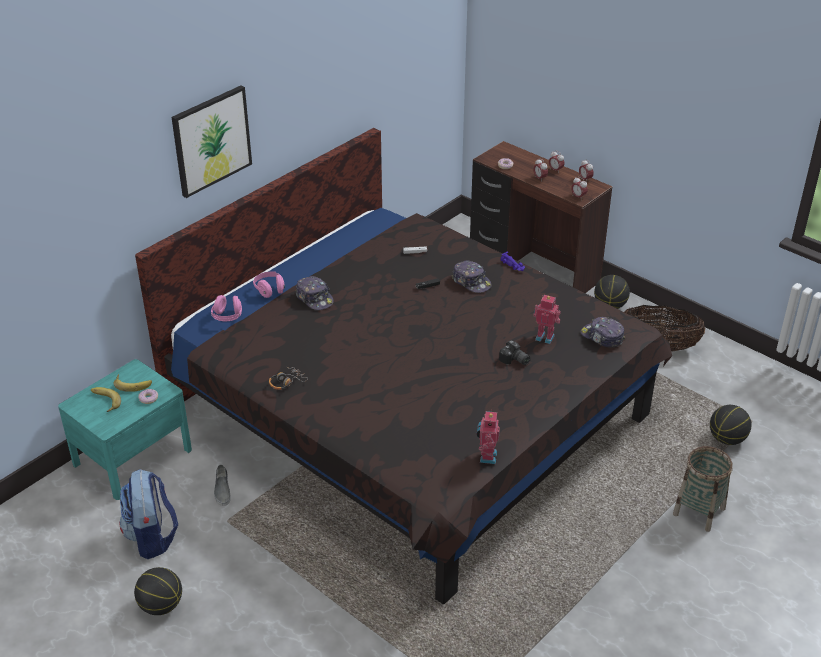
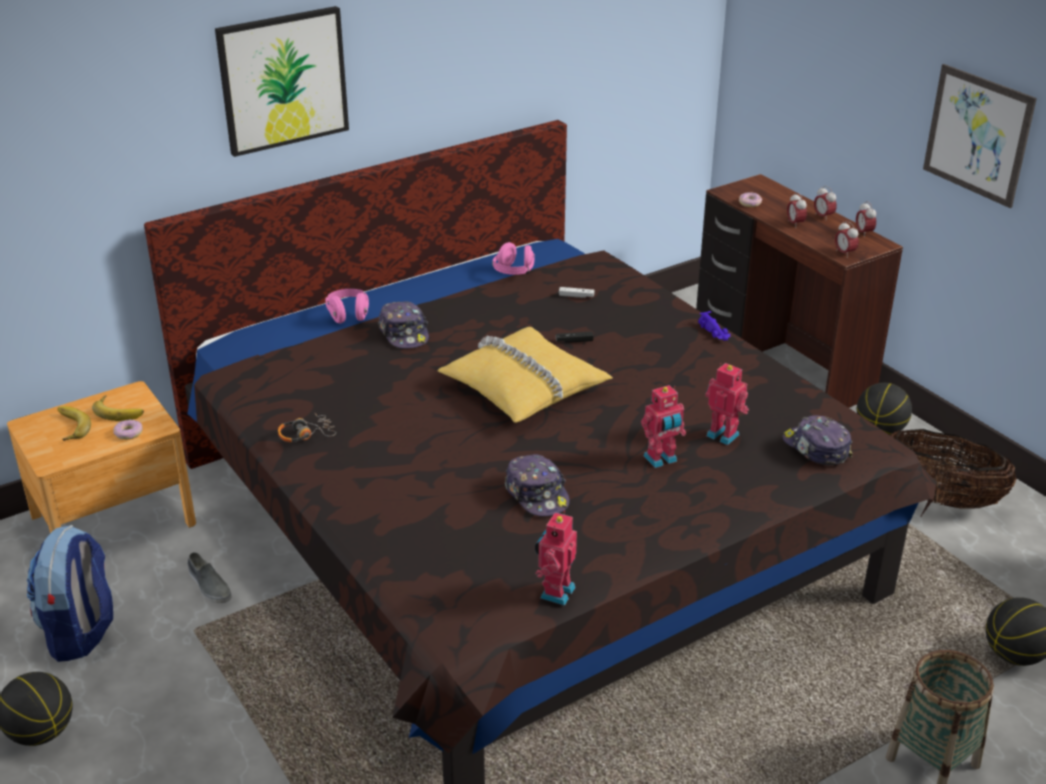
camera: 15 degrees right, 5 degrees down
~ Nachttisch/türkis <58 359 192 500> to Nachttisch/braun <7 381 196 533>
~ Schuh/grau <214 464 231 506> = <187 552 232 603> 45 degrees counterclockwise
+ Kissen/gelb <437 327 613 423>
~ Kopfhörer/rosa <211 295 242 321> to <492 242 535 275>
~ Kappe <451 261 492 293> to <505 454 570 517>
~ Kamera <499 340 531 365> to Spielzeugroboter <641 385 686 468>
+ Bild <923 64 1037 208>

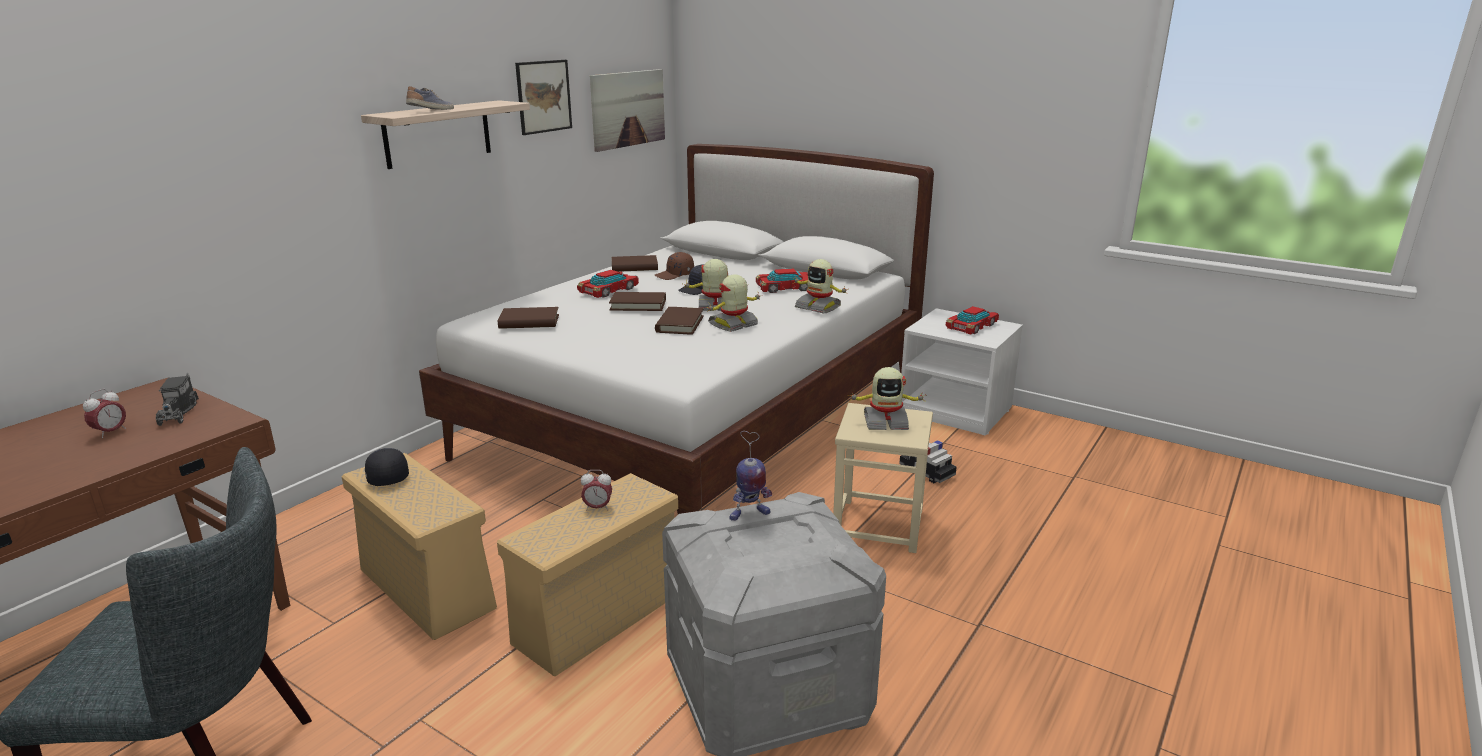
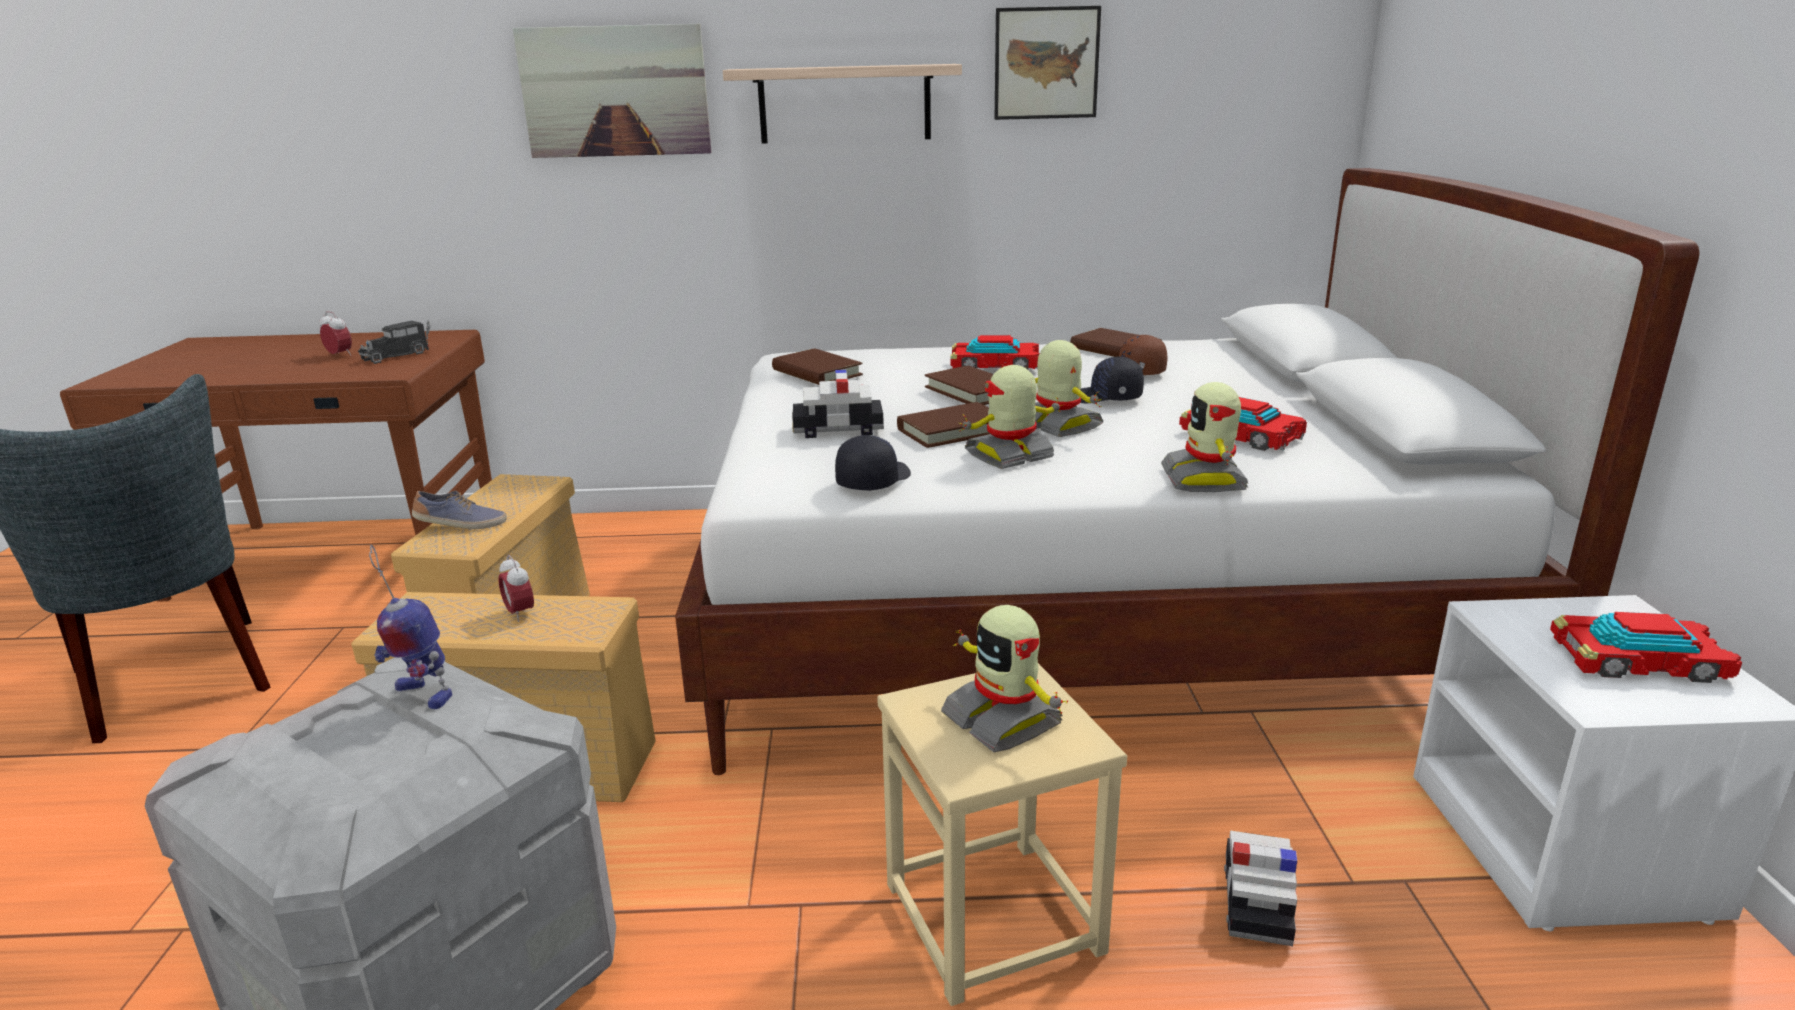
camera: 55 degrees right, 0 degrees up
~ Wecker <83 389 126 438> = <319 311 352 356> 135 degrees counterclockwise
~ Schuh <406 86 454 110> to <412 491 507 529>
~ Bild <590 69 665 152> to <513 24 712 158>
+ Spielzeugauto <792 370 884 438>
~ Kappe/schwarz <365 448 409 486> to <835 435 911 491>
~ Spielzeugroboter <706 274 760 332> = <957 365 1065 469> 45 degrees counterclockwise

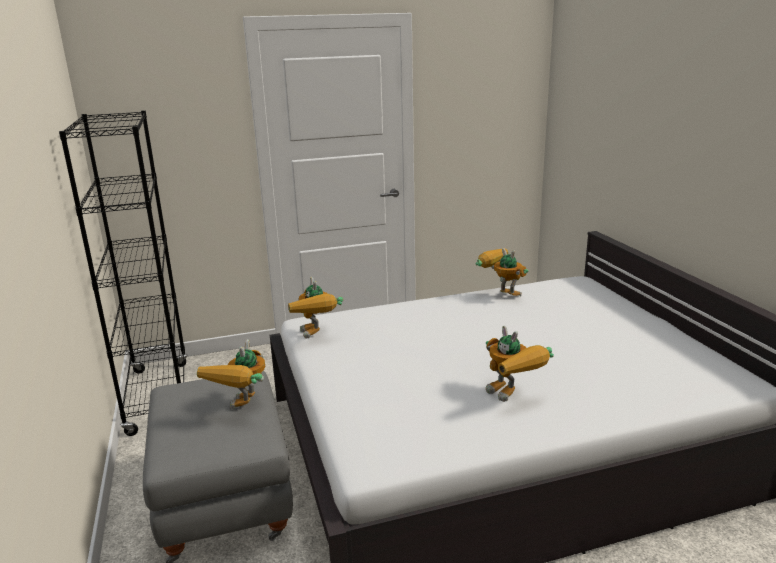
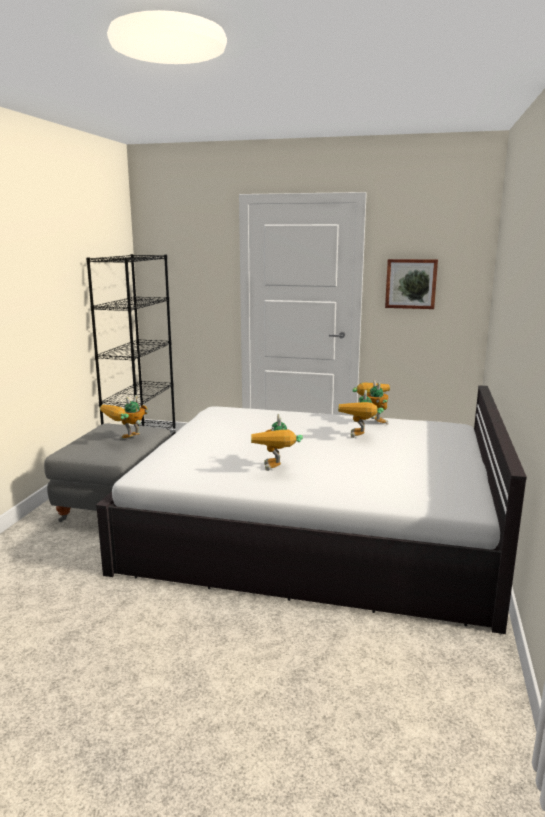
camera: 30 degrees right, 5 degrees down
~ Spielzeugroboter <288 277 343 339> to <338 390 384 438>
+ Bild <385 259 438 309>

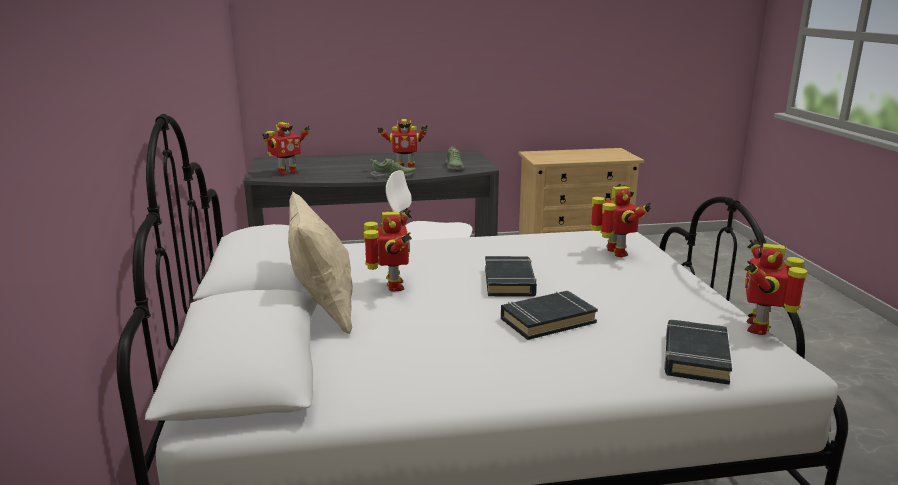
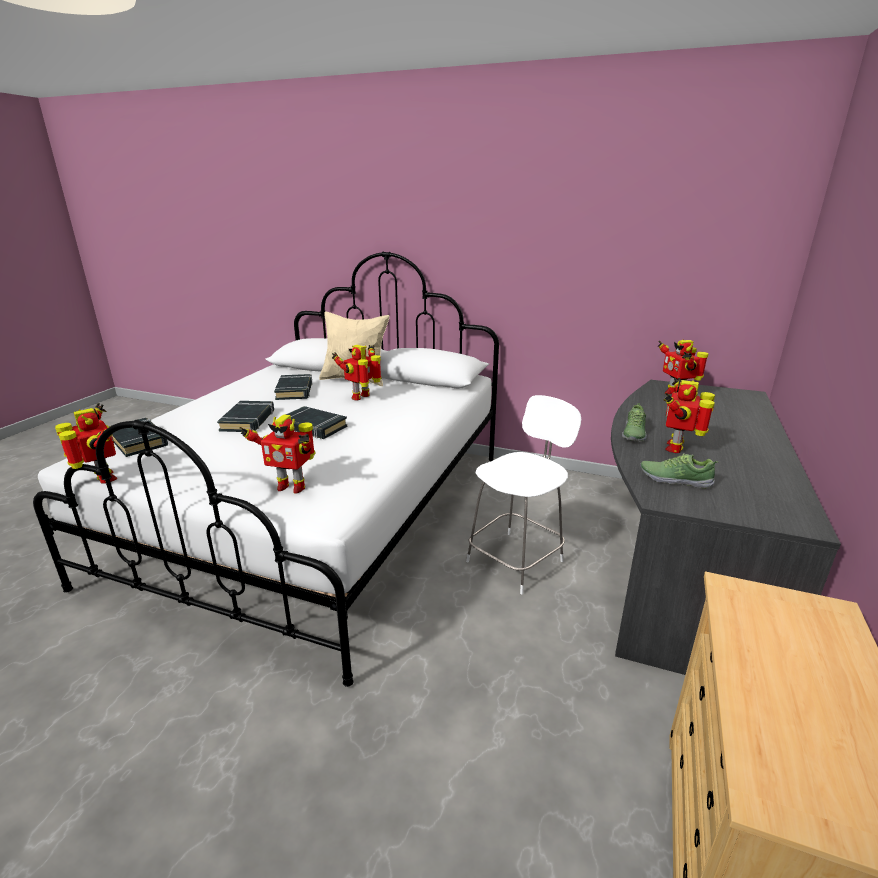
camera: 120 degrees right, 5 degrees up
+ Buch/schwarz <274 374 312 400>
~ Spielzeugroboter <364 208 412 291> = <332 345 381 400> 105 degrees clockwise

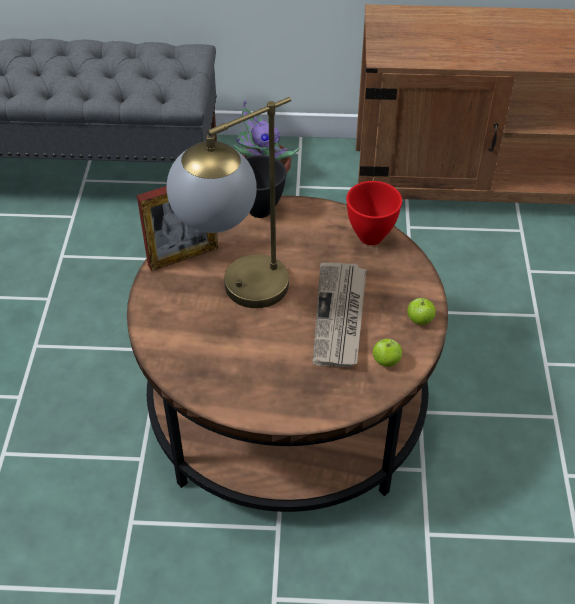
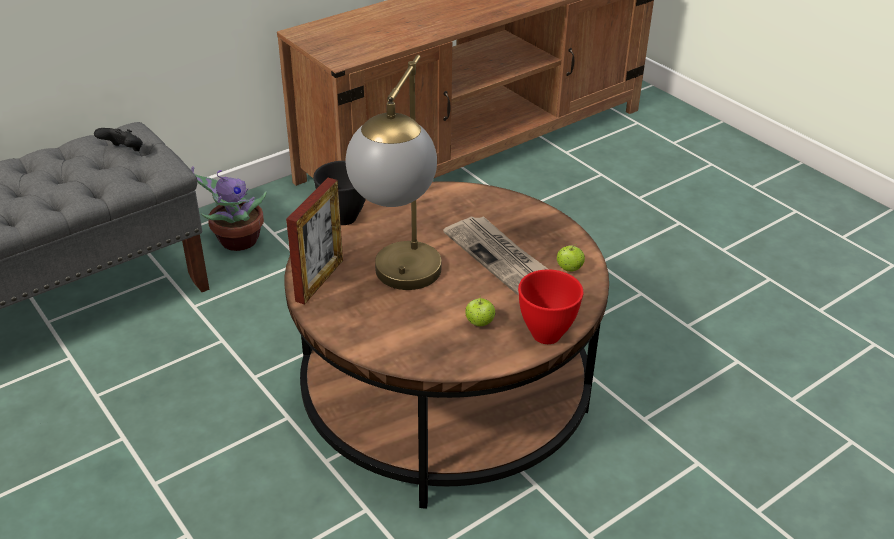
camera: 40 degrees left, 10 degrees down
+ Gamepad/schwarz <94 128 143 151>
~ Apfel <407 296 436 325> to <465 296 495 326>
~ Schüssel/rot <346 181 402 245> to <518 269 583 344>

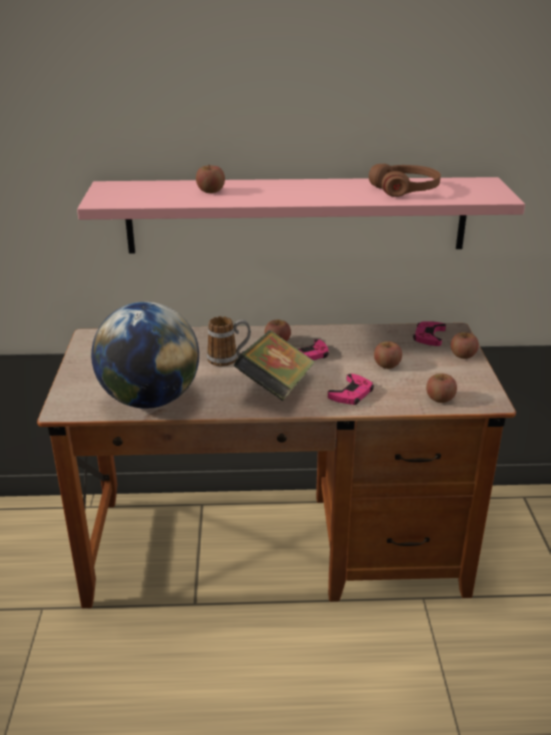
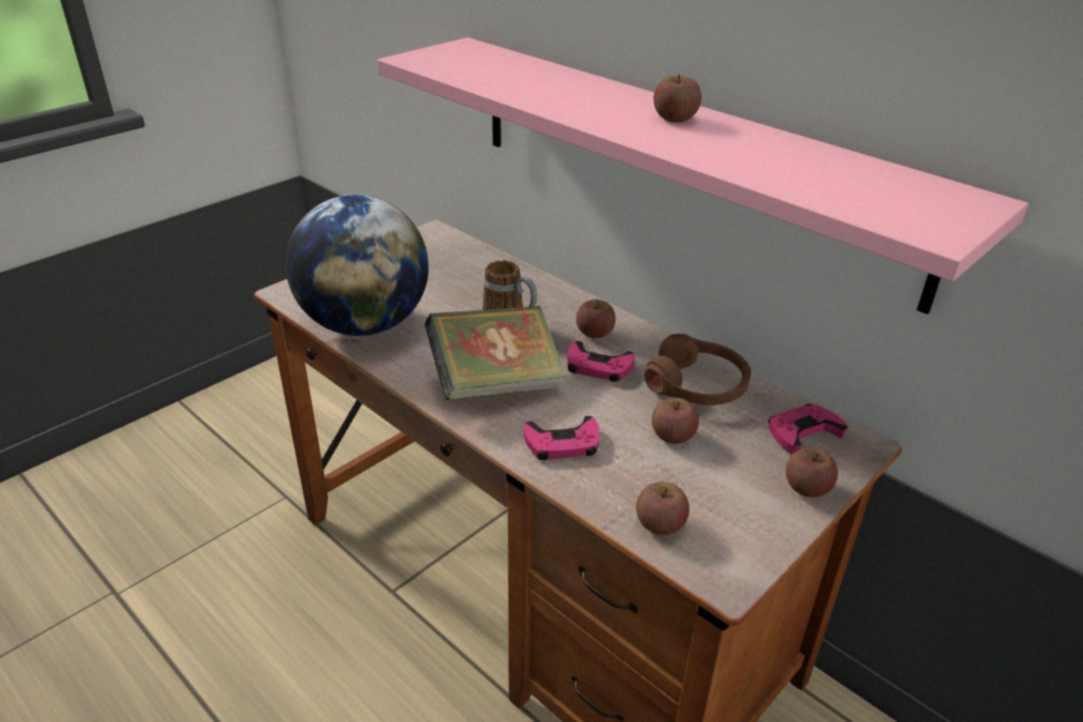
camera: 45 degrees right, 5 degrees up
~ Kopfhörer/braun <369 164 441 197> to <644 334 751 405>
~ Apfel <196 165 225 193> to <654 75 702 122>

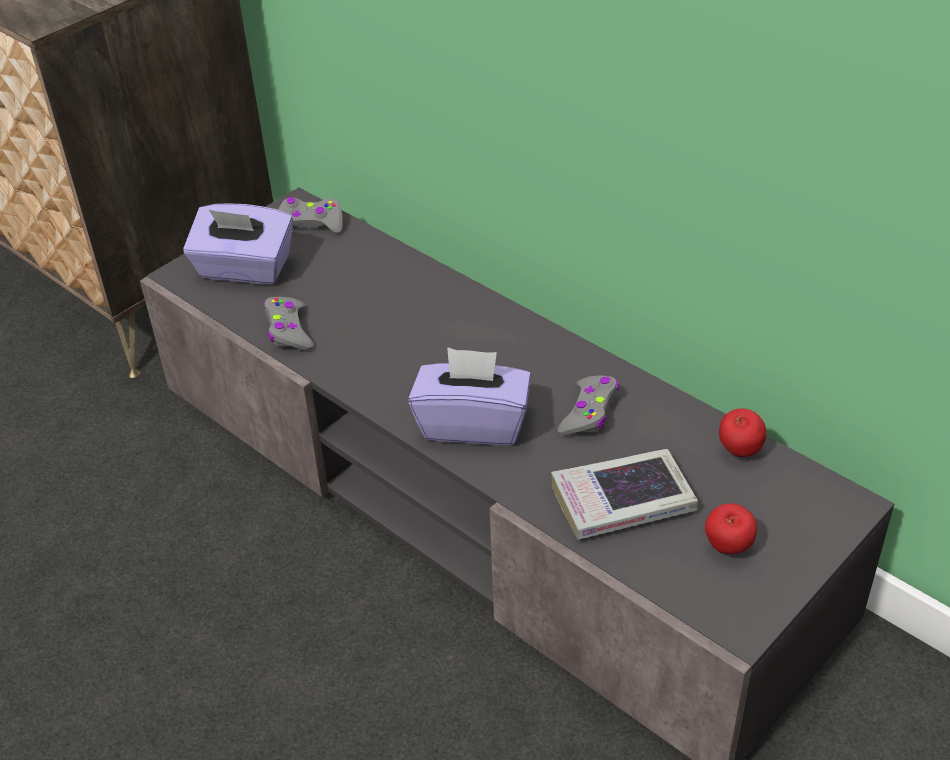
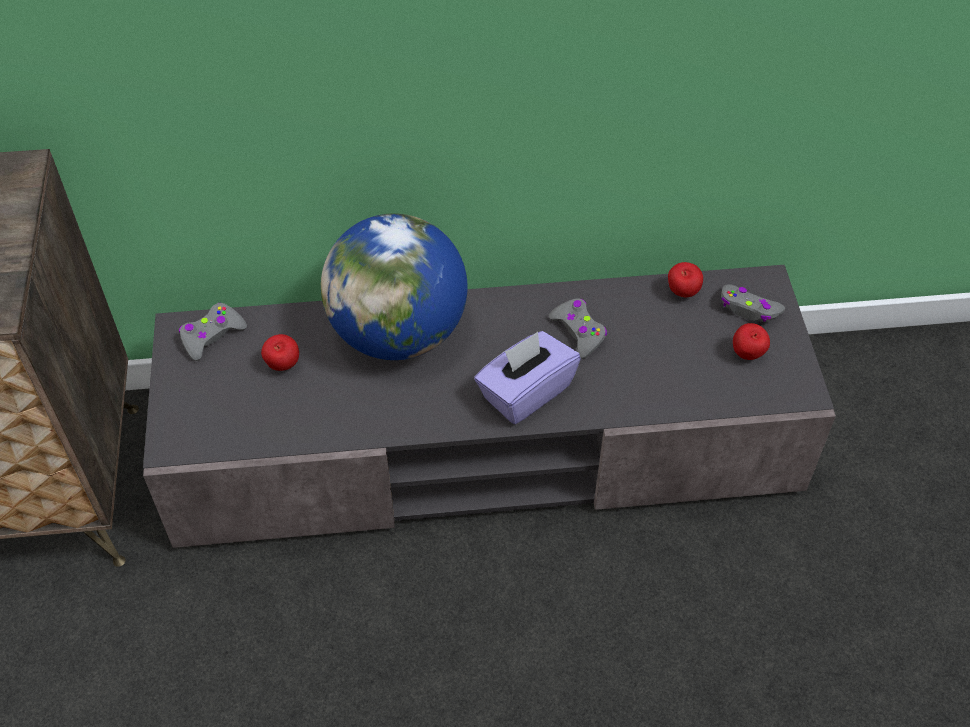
camera: 50 degrees left, 10 degrees up
+ Apfel <261 334 299 371>
+ Globus <321 213 468 360>
~ Gamepad/grau <264 297 313 351> to <721 284 785 323>
- Taschentuchbox/lila <183 203 293 284>
- Buch <551 449 698 540>

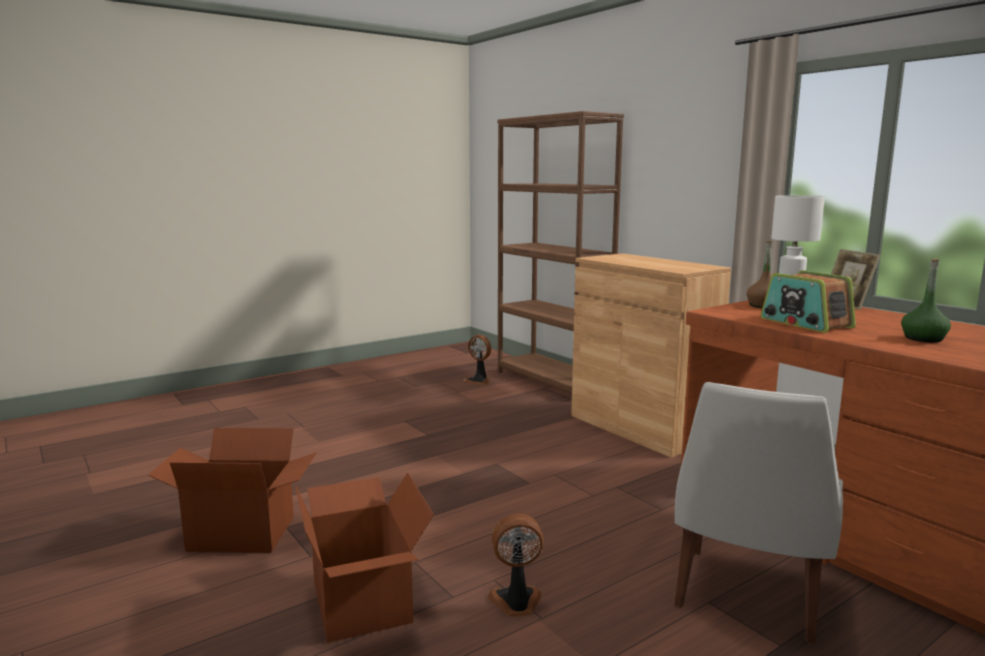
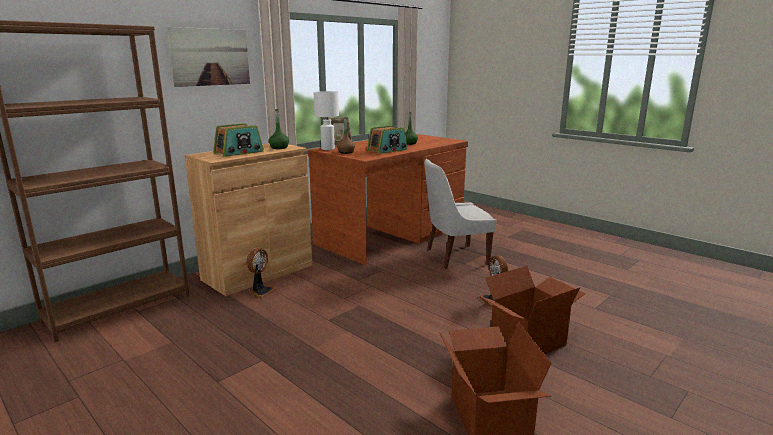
camera: 100 degrees left, 5 degrees up
+ Bild <167 27 250 87>
+ Radio <213 123 264 157>
~ Ventilator <463 335 491 386> to <246 248 277 299>
+ Flasche/grün <269 109 289 149>
~ Stuhl/weiß <674 382 843 644> = <424 159 496 269> 150 degrees clockwise

